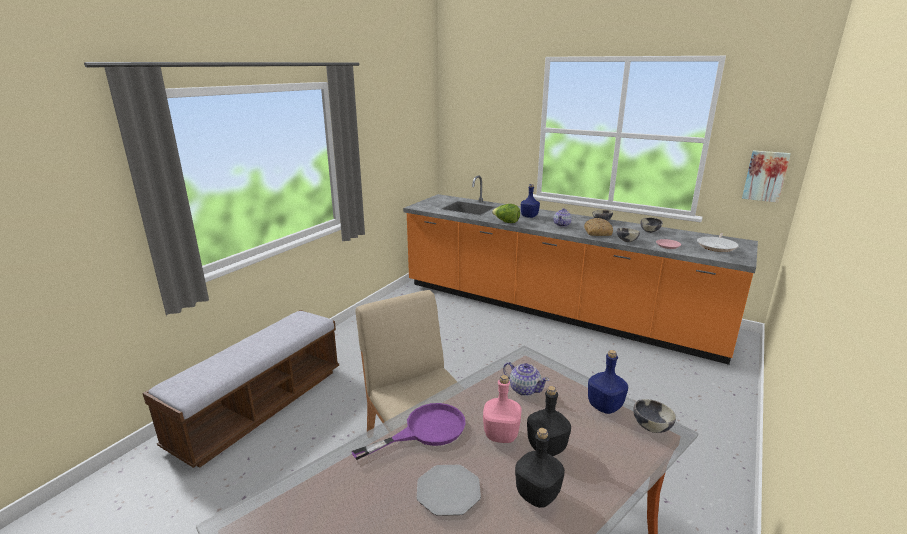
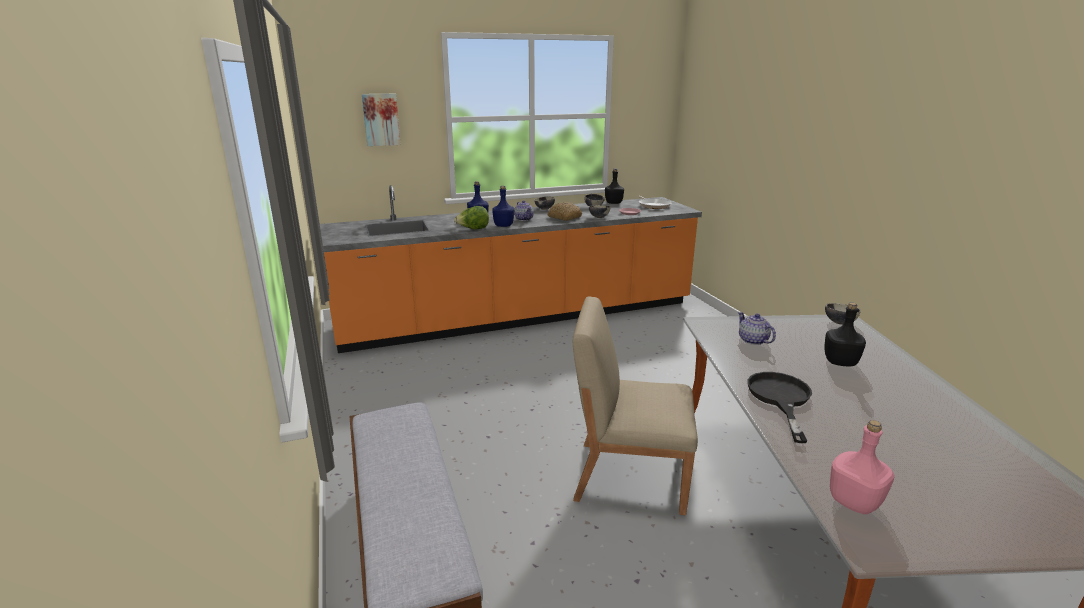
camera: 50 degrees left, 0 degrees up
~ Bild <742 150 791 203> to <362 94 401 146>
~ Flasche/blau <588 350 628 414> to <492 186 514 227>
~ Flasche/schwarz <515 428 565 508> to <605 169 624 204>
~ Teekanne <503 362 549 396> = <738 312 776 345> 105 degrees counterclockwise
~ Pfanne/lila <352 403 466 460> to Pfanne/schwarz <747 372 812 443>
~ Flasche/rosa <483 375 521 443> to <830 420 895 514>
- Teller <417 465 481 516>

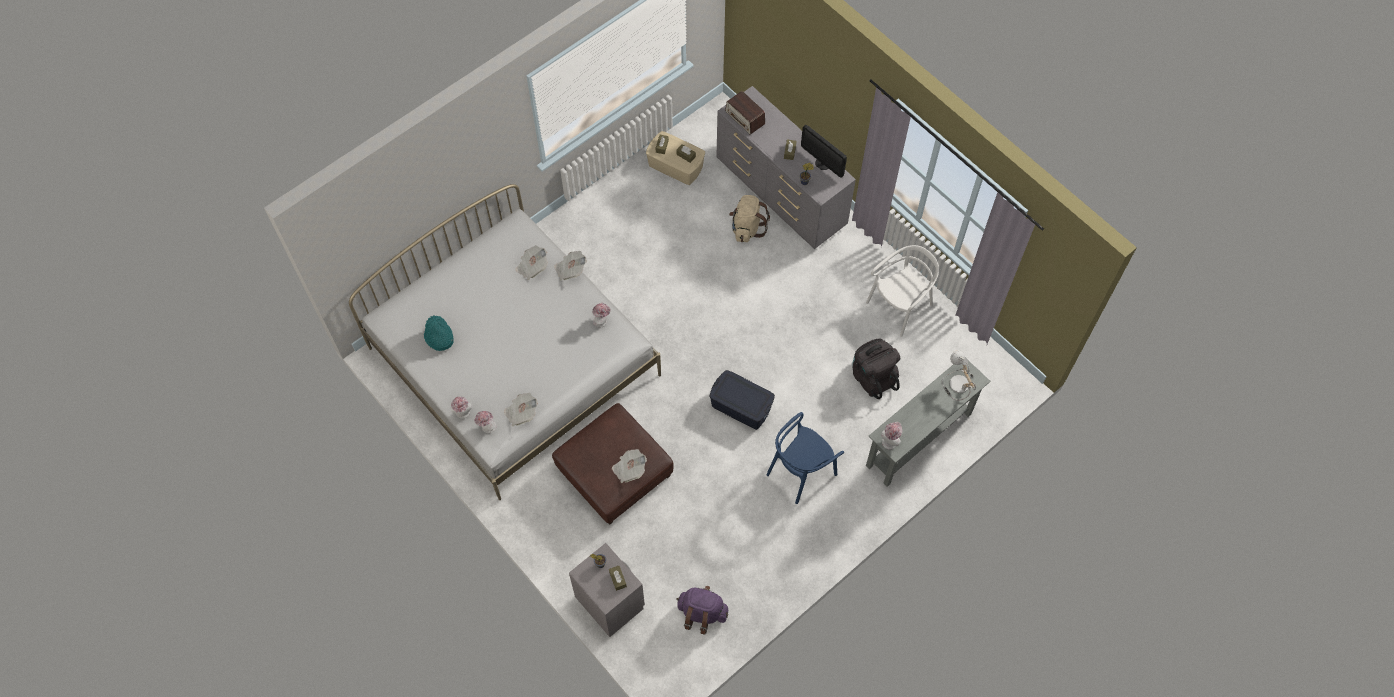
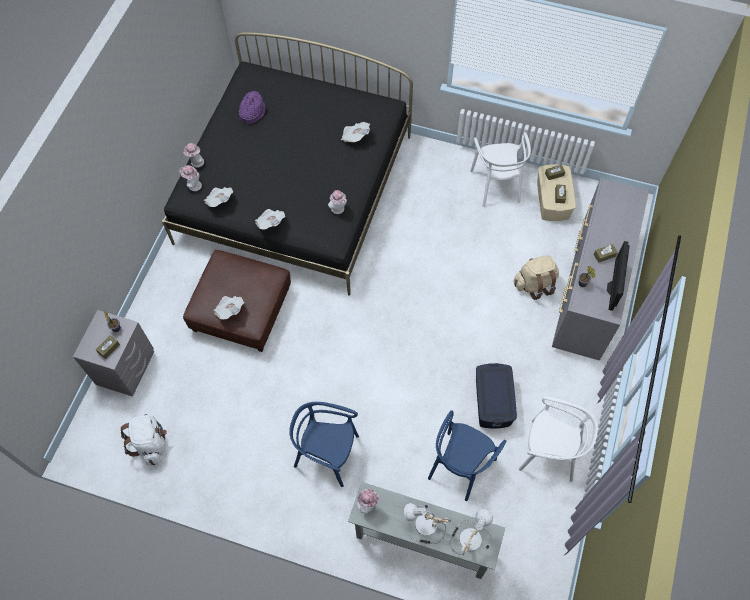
camera: 60 degrees right, 0 degrees up
~ Rucksack/lila <676 586 728 635> to Rucksack/weiß <121 414 167 465>
~ Bett/weiß <349 184 661 500> to Bett/schwarz <162 32 413 296>
~ Hut/türkis <424 316 454 351> to Hut/lila <239 91 266 124>
~ Zeitung <554 251 587 280> to <255 209 285 229>
+ Tischlampe <404 503 451 544>
~ Rucksack/schwarz <852 339 900 399> to Stuhl/blau <428 410 507 501>
+ Stuhl/weiß <470 132 531 207>
~ Aufbewahrungsbox/blau <710 370 775 430> to <476 363 517 429>
- Radio <725 91 765 135>

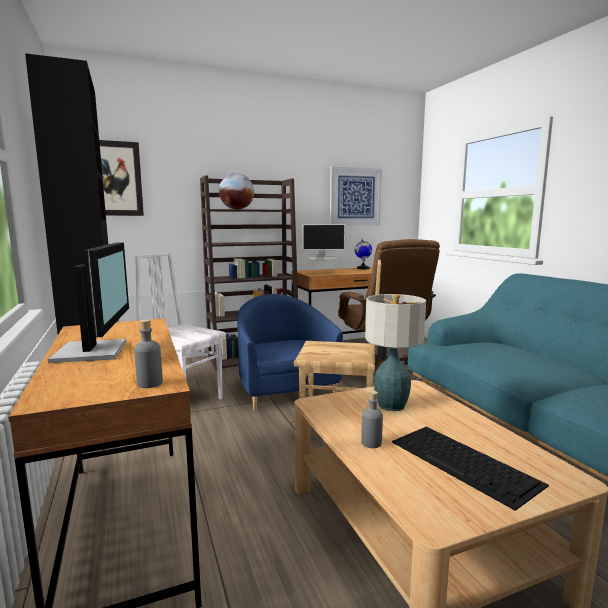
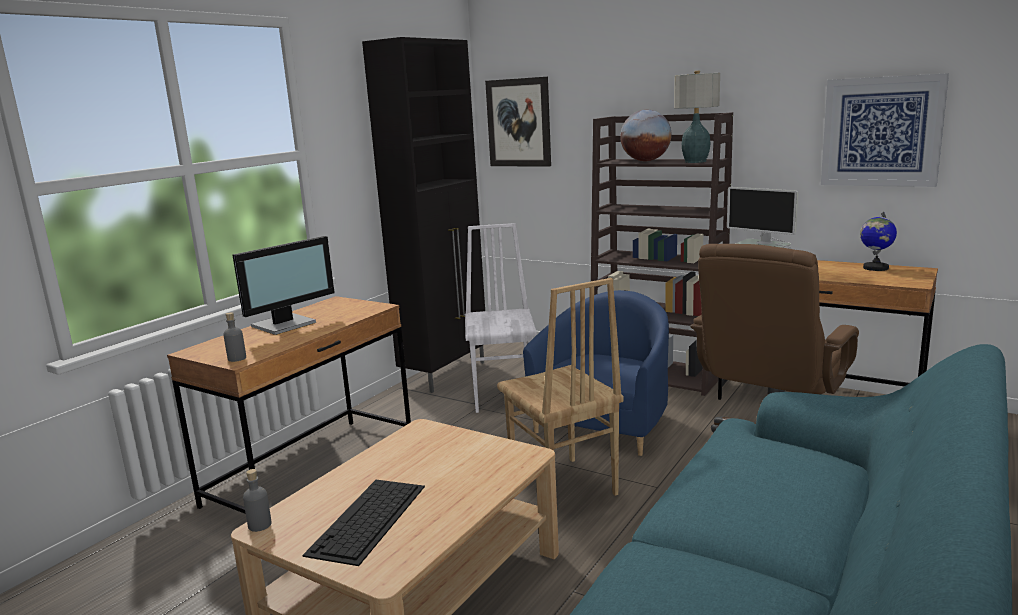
camera: 55 degrees right, 5 degrees up
~ Flasche/grau <361 391 383 448> to <243 469 271 532>
~ Tischlampe <365 294 426 411> to <674 71 720 163>

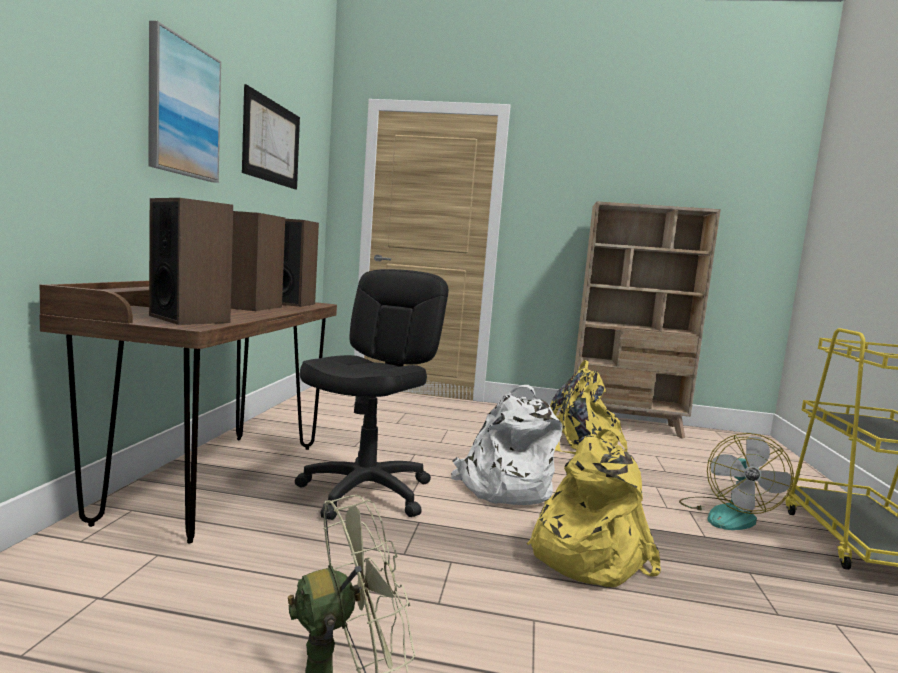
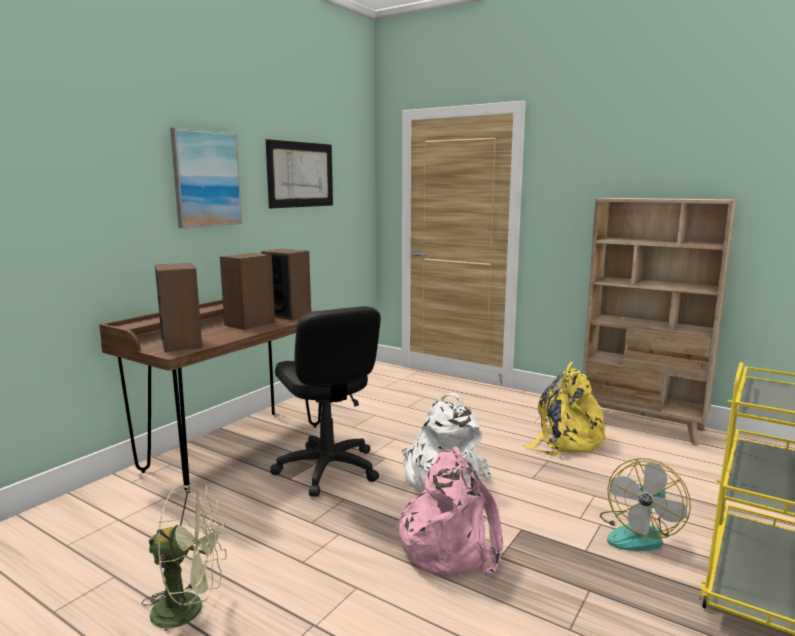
camera: 25 degrees right, 5 degrees up
~ Bürostuhl/schwarz <295 269 448 520> = <270 306 381 497> 105 degrees clockwise
~ Rucksack/gelb <526 428 661 587> to Rucksack/rosa <393 447 503 578>

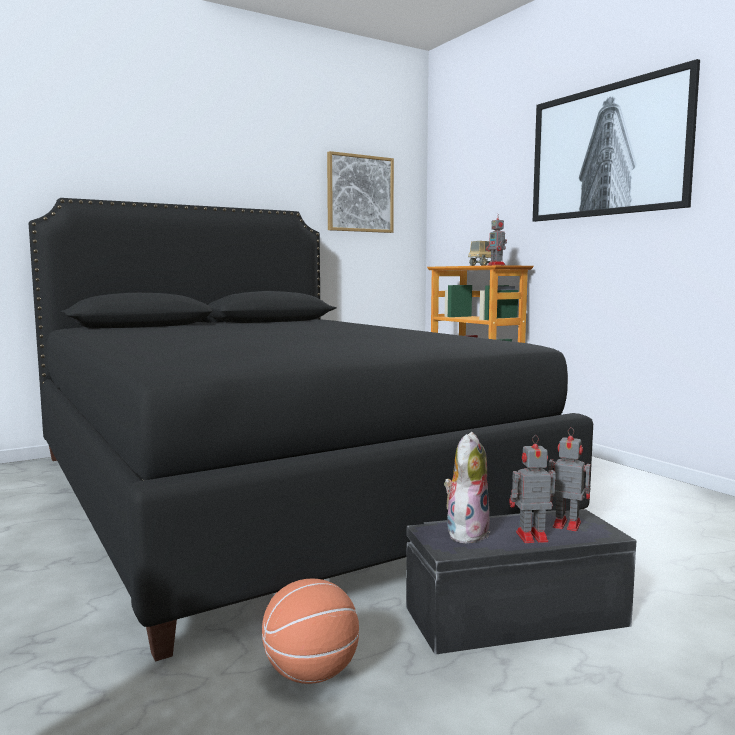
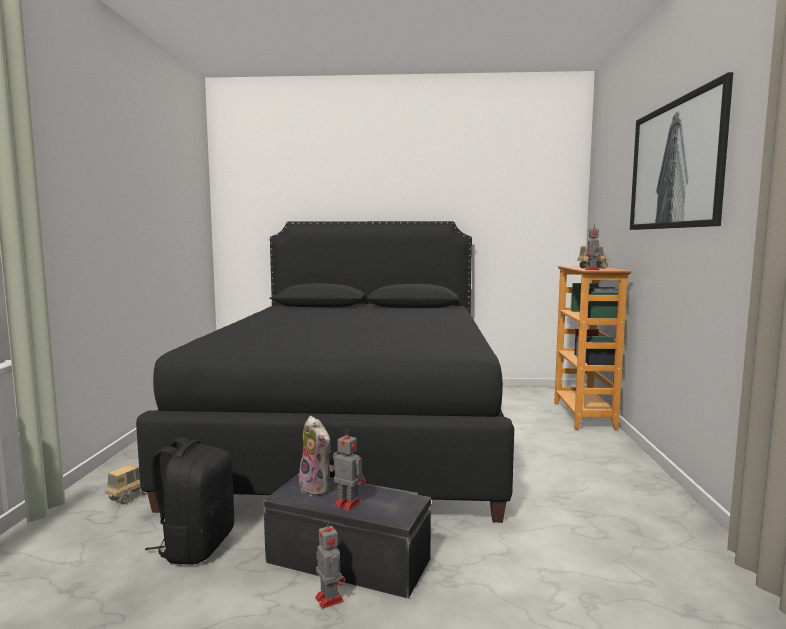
camera: 35 degrees right, 0 degrees up
+ Spielzeuglaster <105 464 147 504>
~ Basketball <262 578 359 684> to Rucksack/schwarz <145 437 234 565>
~ Plüschtier <444 432 490 544> = <297 416 331 496> 75 degrees clockwise
~ Spielzeugroboter <549 427 591 531> to <315 520 345 609>
- Bild <327 151 394 233>

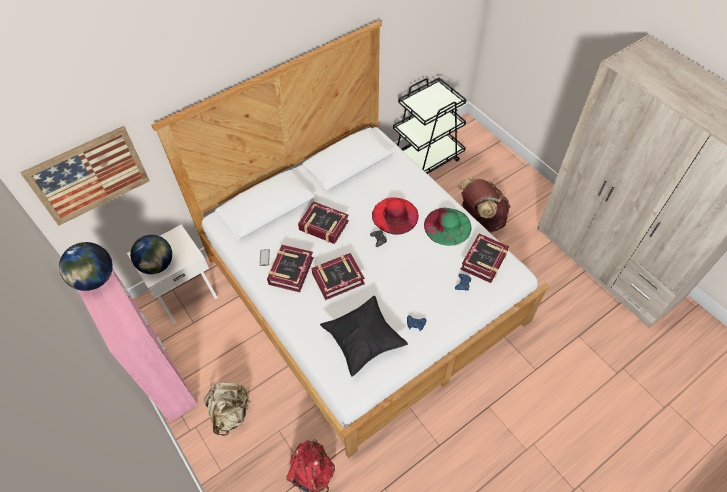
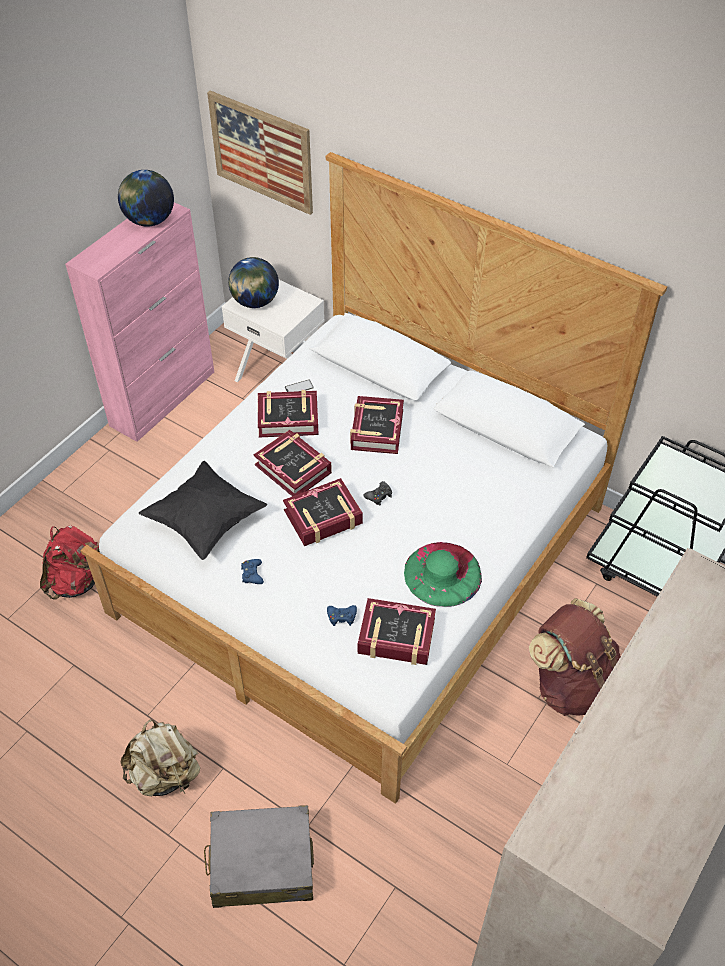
camera: 70 degrees right, 5 degrees down
~ Rucksack/beige <204 383 251 436> to <120 719 200 796>
+ Koffer/grau <204 805 314 908>
+ Buch <283 478 363 546>
- Hut/rot <372 197 419 235>

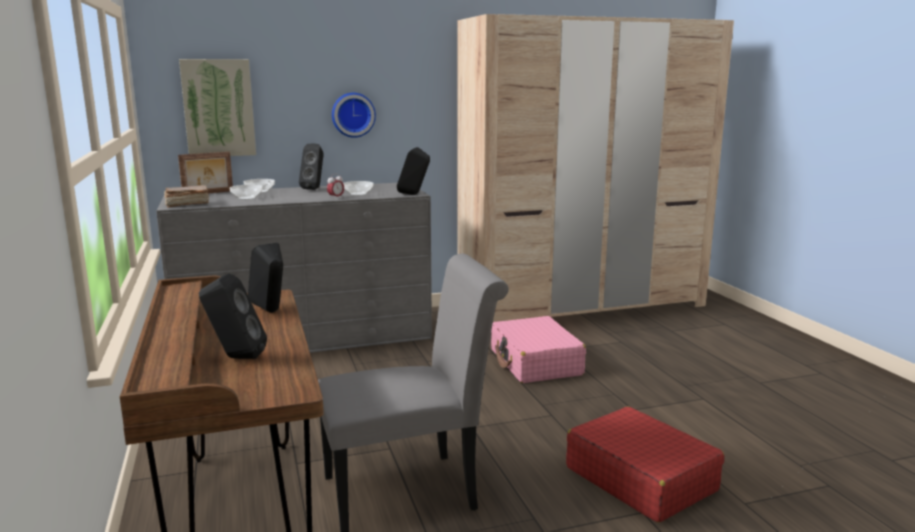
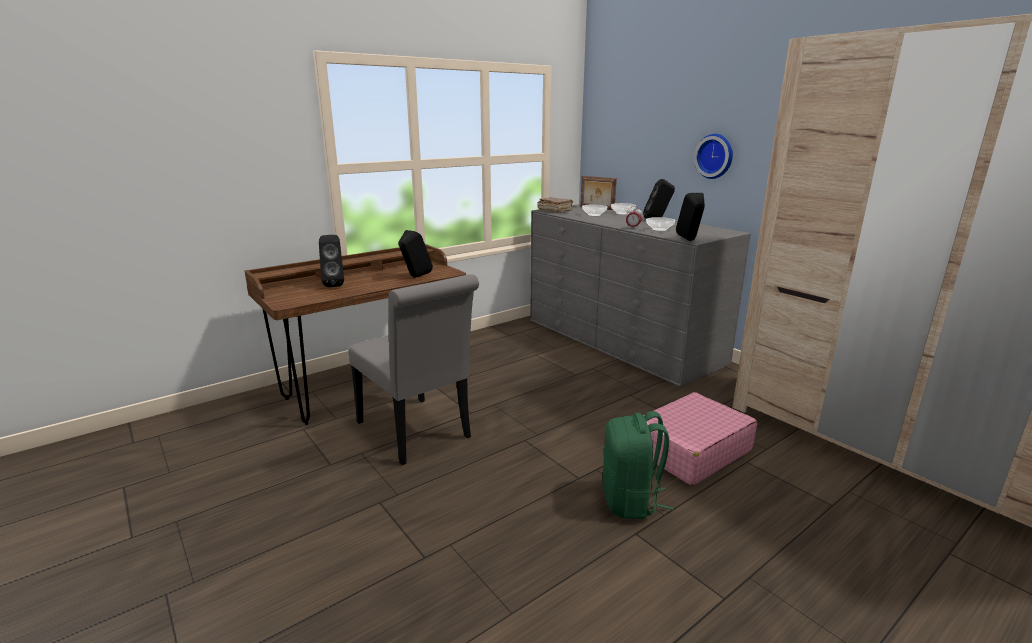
camera: 70 degrees right, 5 degrees up
+ Rucksack/grün <603 411 673 519>
- Bild <179 59 256 156>
- Koffer/rot <566 407 724 523>

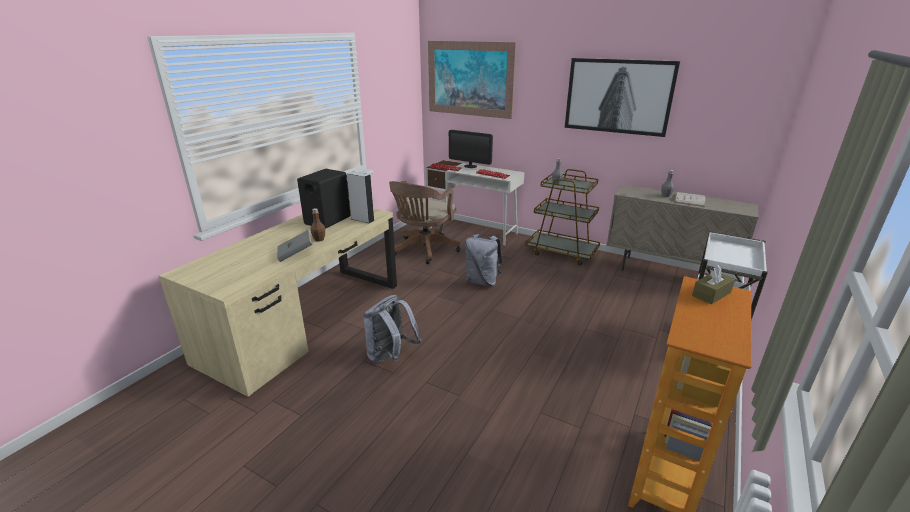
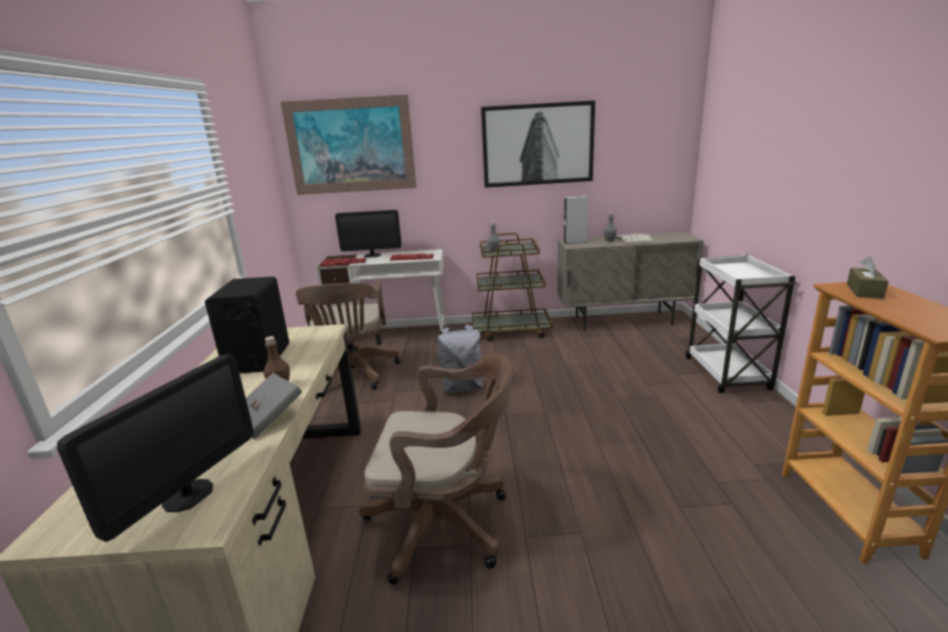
camera: 30 degrees left, 5 degrees down
+ Monitor <57 354 254 542>
~ Rucksack/grau <364 295 421 364> to Bürostuhl/braun <359 354 514 585>
~ Lautsprecher/grau <347 171 375 223> to <564 196 588 244>

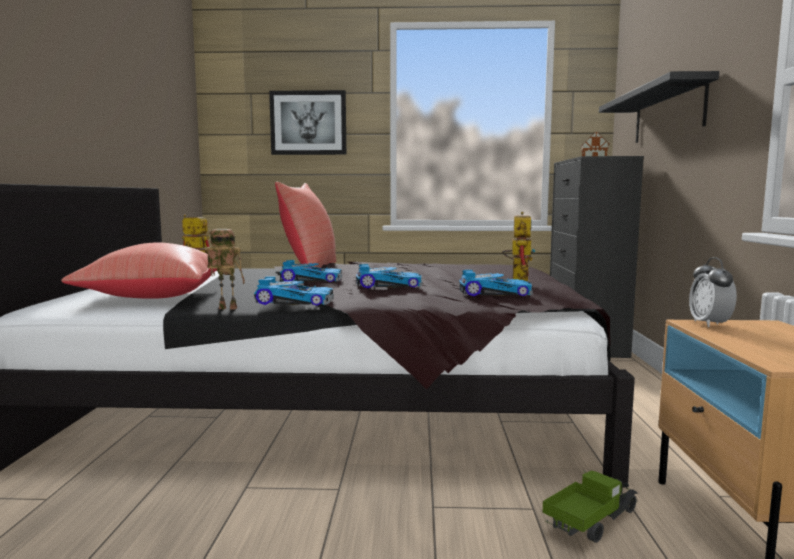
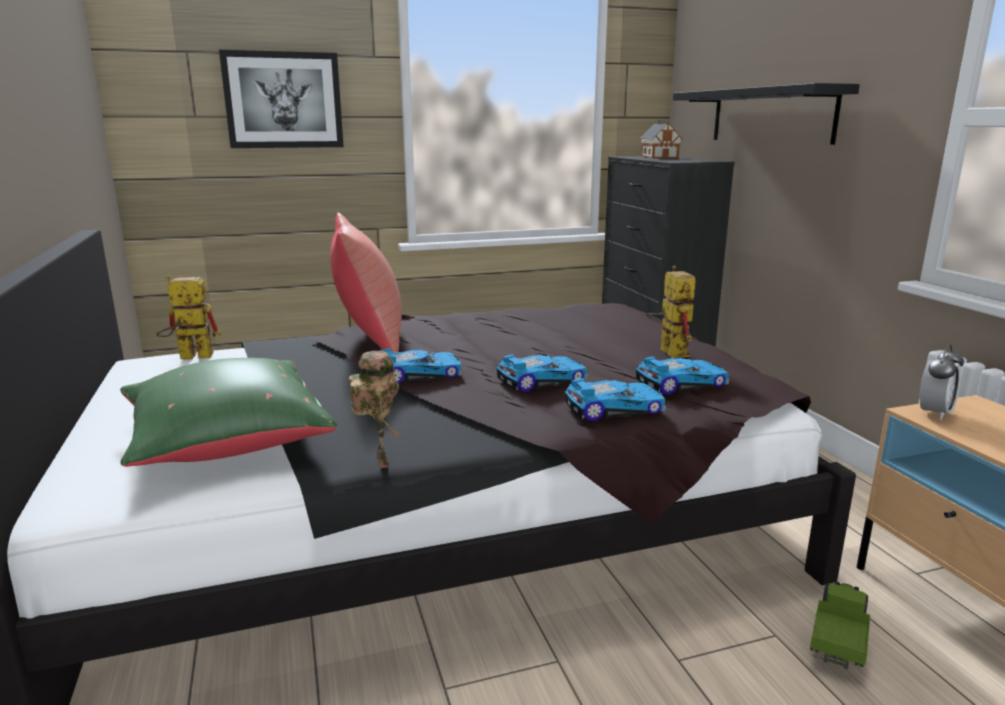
camera: 20 degrees left, 10 degrees up
~ Kissen/rot <61 243 218 299> to Kissen/grün <120 358 338 467>
~ Spielzeugroboter <207 229 245 309> = <349 351 401 468> 90 degrees clockwise
~ Spielzeugauto <254 276 334 306> to <565 378 666 421>
~ Wecker <689 257 737 327> = <920 344 964 420> 120 degrees counterclockwise

